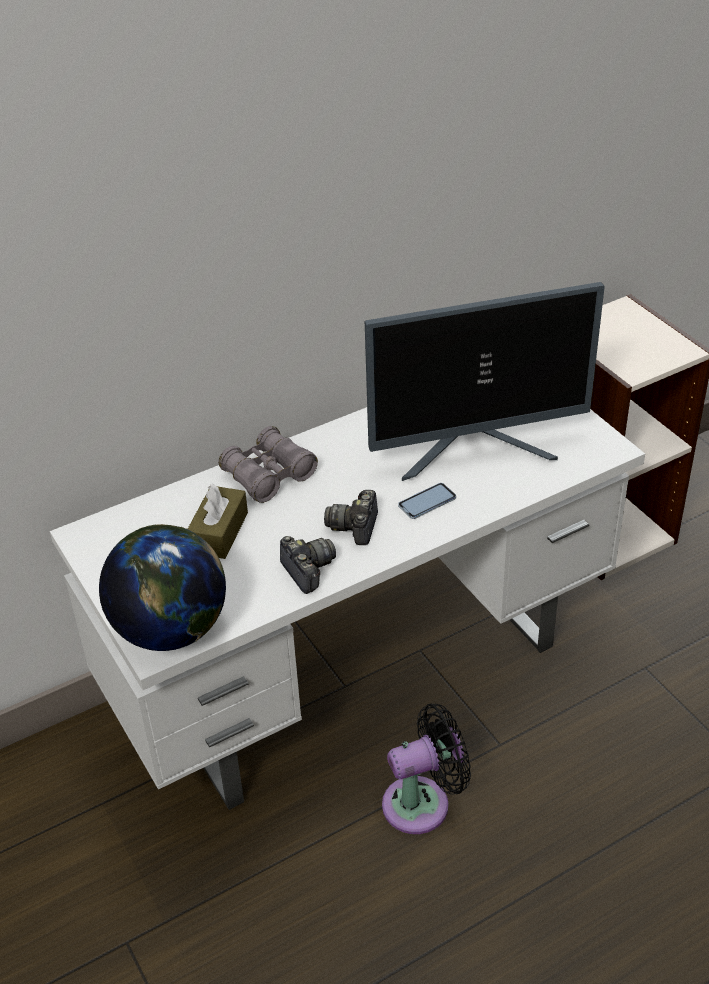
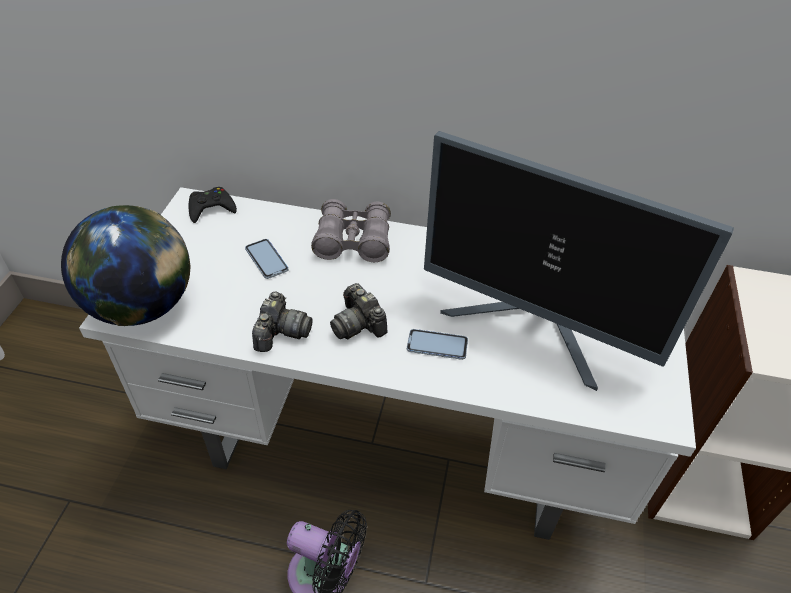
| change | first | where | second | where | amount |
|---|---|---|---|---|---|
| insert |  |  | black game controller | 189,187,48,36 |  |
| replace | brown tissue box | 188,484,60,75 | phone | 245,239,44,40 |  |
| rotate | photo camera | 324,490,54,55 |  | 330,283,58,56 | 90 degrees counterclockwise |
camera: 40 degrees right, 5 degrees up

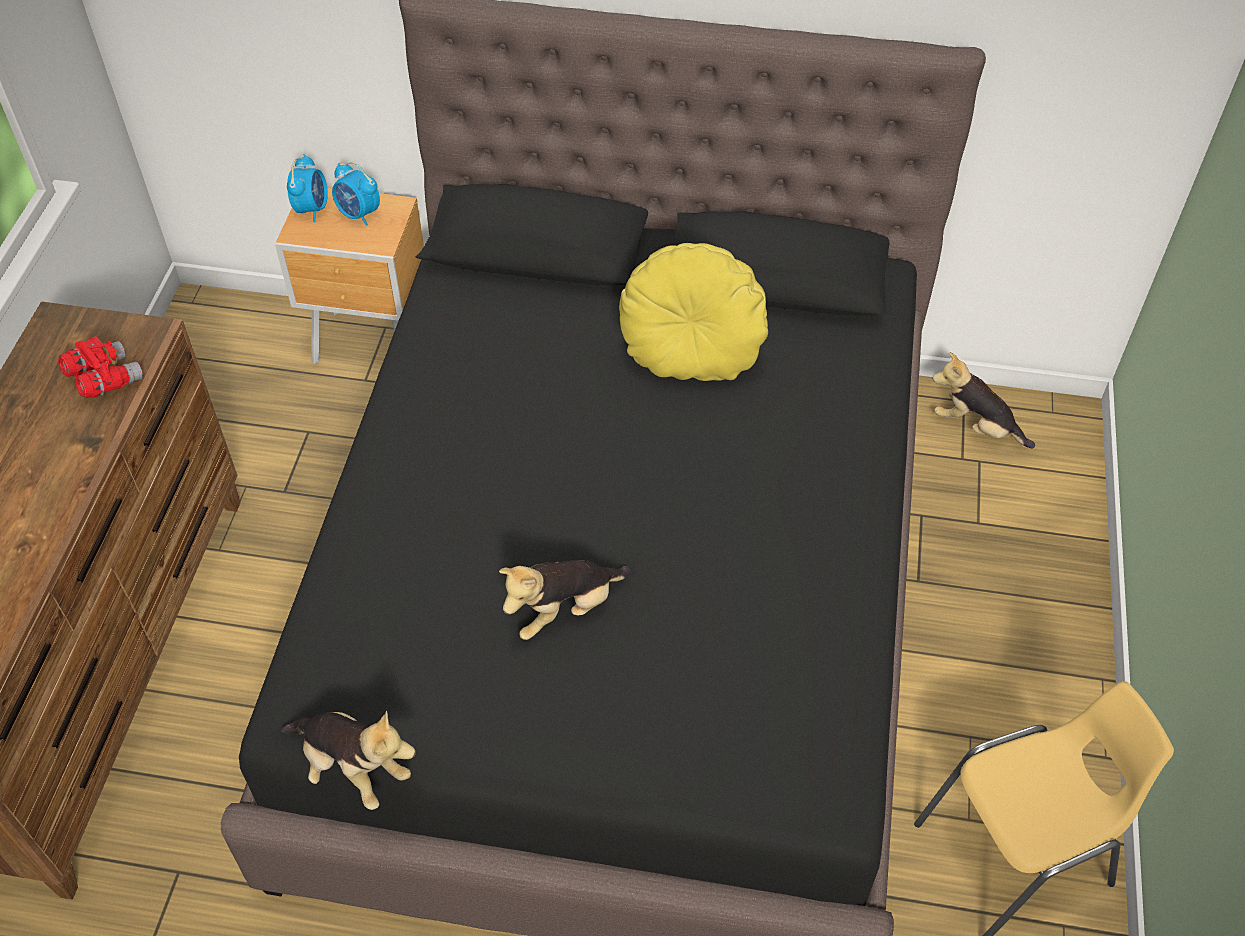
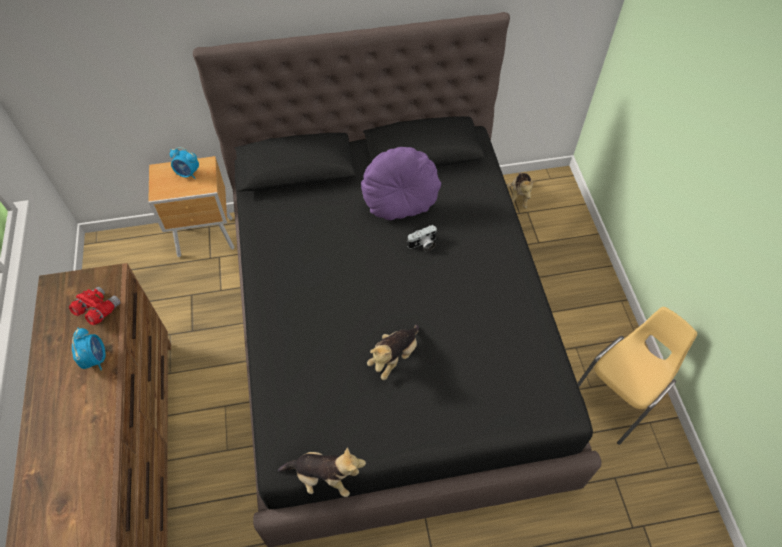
| change | first | where | second | where | amount |
|---|---|---|---|---|---|
| insert |  |  | photo camera | 407,225,30,26 |  |
| move | alarm clock | 287,154,41,68 |  | 72,328,33,42 |  |
| recolor | yellow pillow | 619,243,149,138 | purple pillow | 361,147,80,73 |  |
| rotate | plush toy | 932,352,103,96 |  | 507,173,28,35 | 90 degrees counterclockwise |
camera: 20 degrees left, 5 degrees up

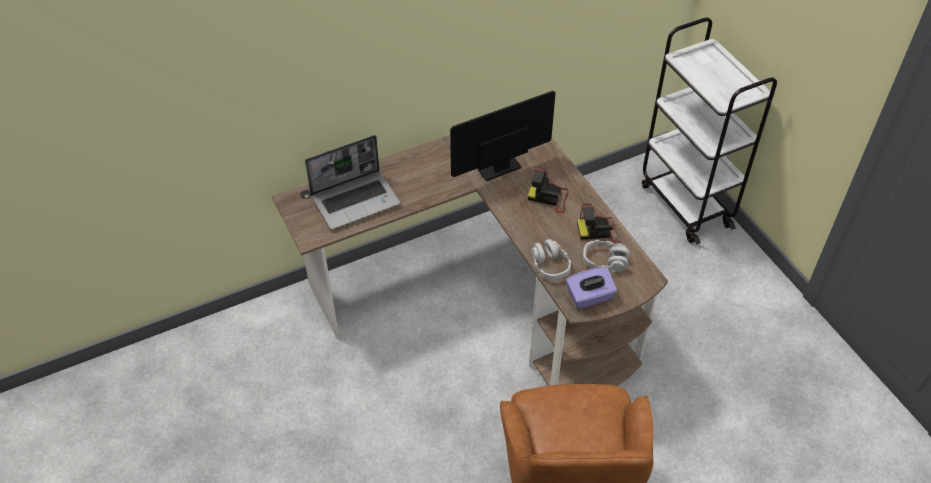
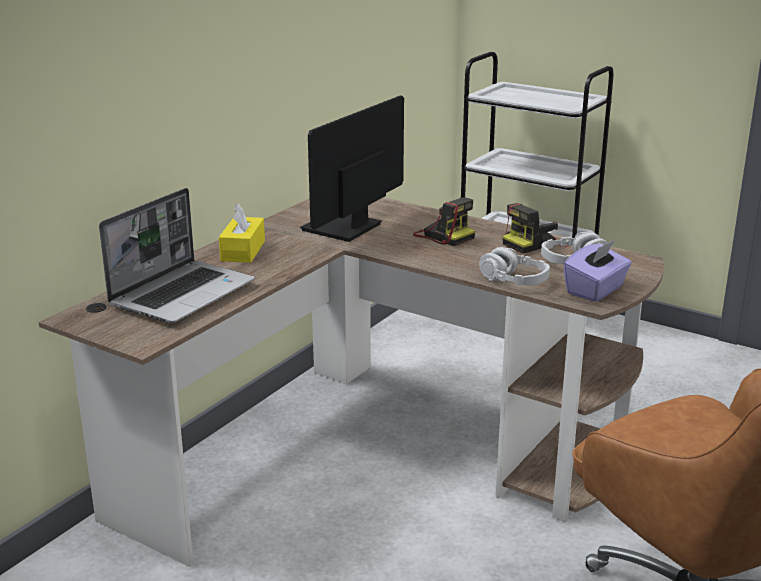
| change | first | where | second | where | amount |
|---|---|---|---|---|---|
| insert |  |  | yellow tissue box | 219,203,46,60 |  |
| rotate | photo camera | 528,166,41,47 |  | 413,197,62,49 | 120 degrees counterclockwise |
camera: 30 degrees left, 25 degrees down

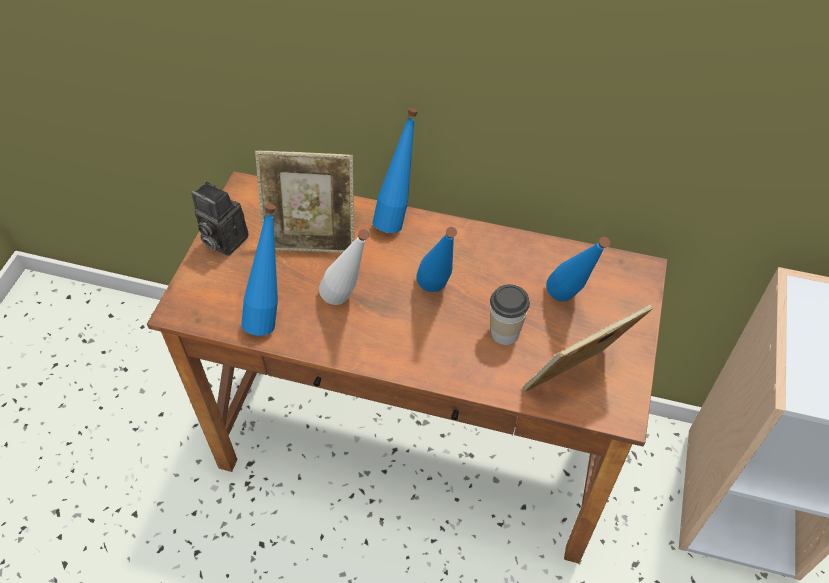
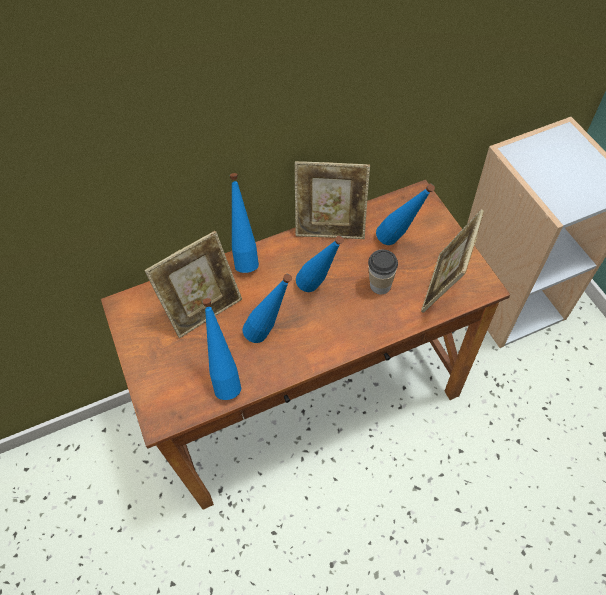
| change | first | where | second | where | amount |
|---|---|---|---|---|---|
| delete | photo camera | 191,182,58,74 |  |  |  |
| insert |  |  | picture frame | 295,161,75,78 |  |
| recolor | white bottle | 319,229,50,76 | blue bottle | 243,274,49,69 |  |
camera: 35 degrees left, 5 degrees up

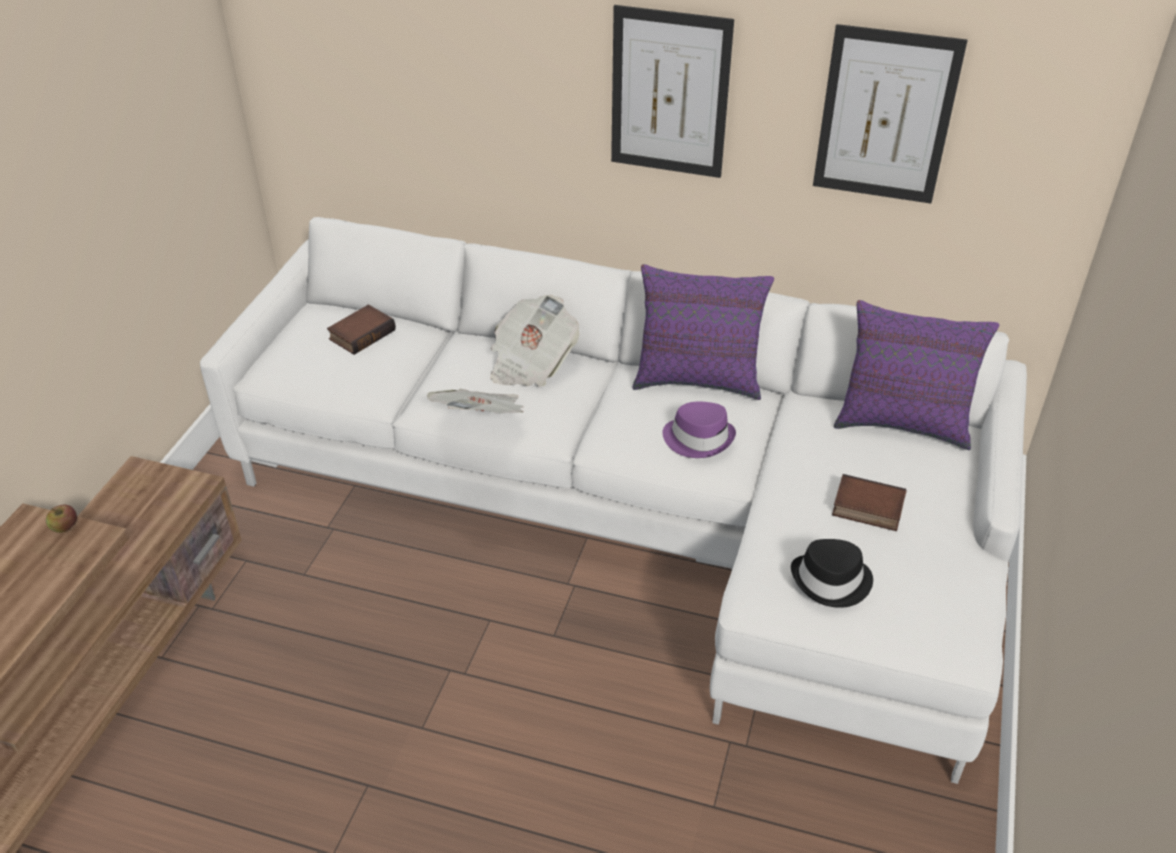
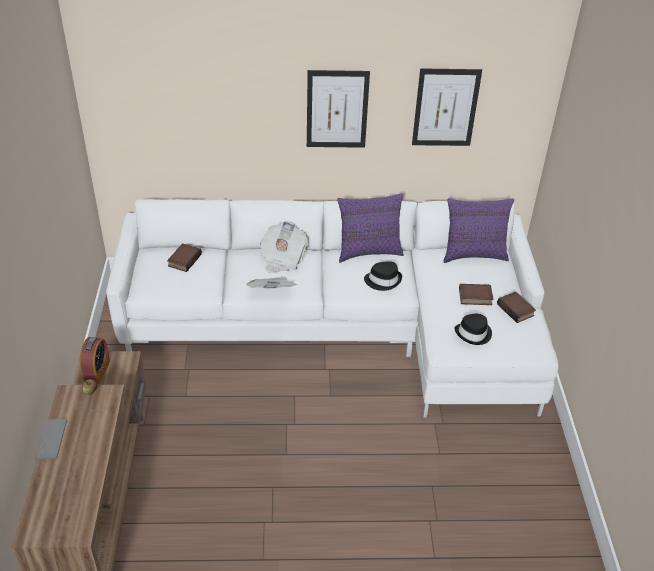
| change | first | where | second | where | amount |
|---|---|---|---|---|---|
| insert |  |  | alarm clock | 80,337,30,48 |  |
| insert |  |  | book | 497,291,39,32 |  |
| recolor | purple hat | 662,402,74,56 | black hat | 364,261,38,30 |  |
camera: 20 degrees left, 0 degrees up

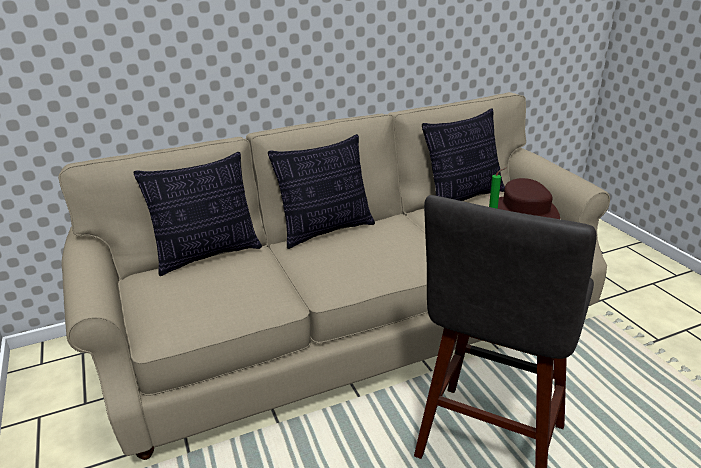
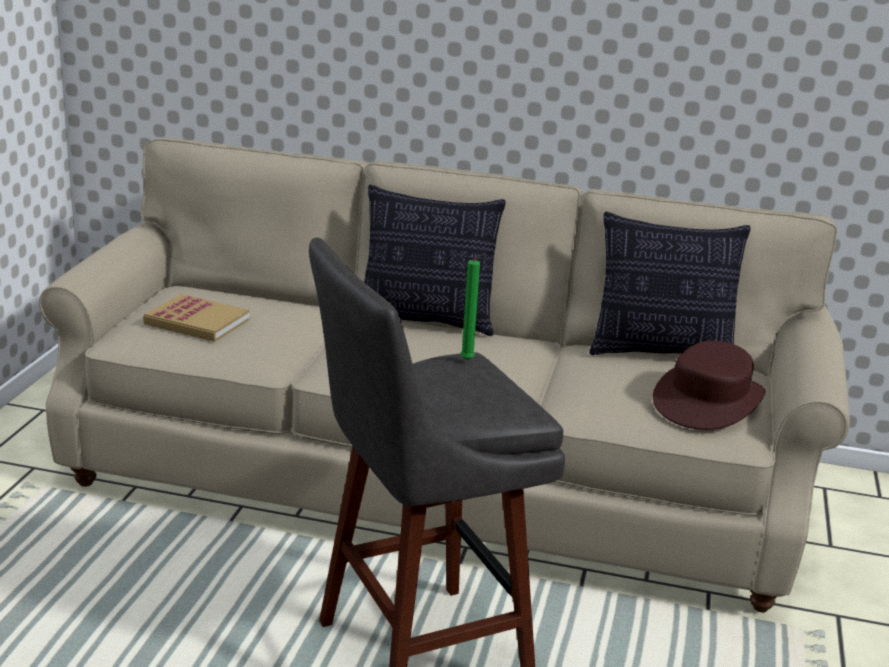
| change | first | where | second | where | amount |
|---|---|---|---|---|---|
| delete | pillow | 133,152,129,124 |  |  |  |
| insert |  |  | book | 143,294,107,48 |  |
camera: 35 degrees right, 5 degrees down

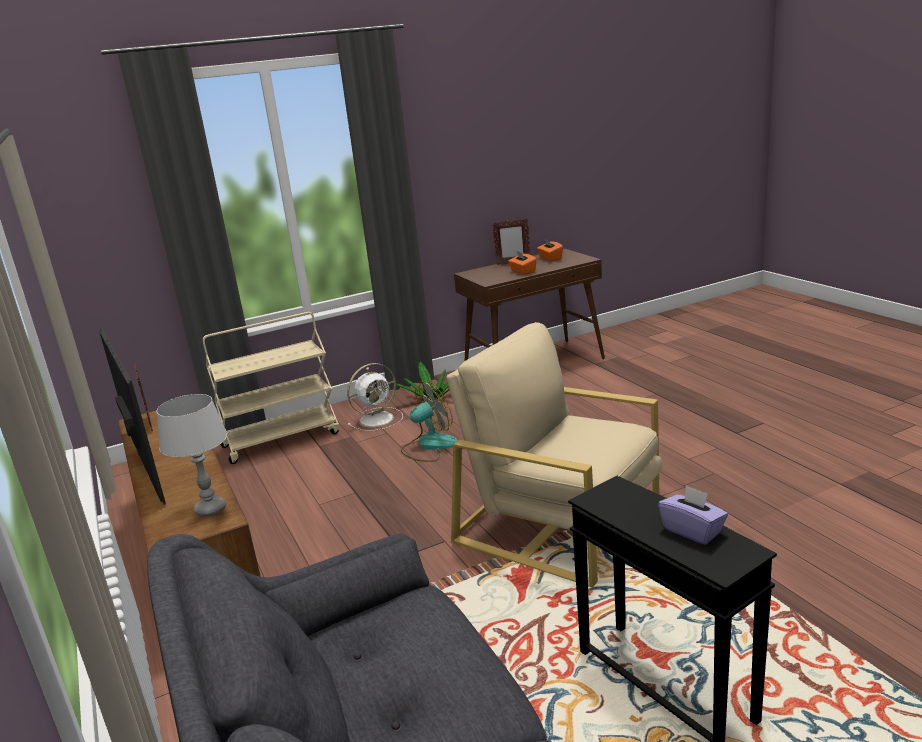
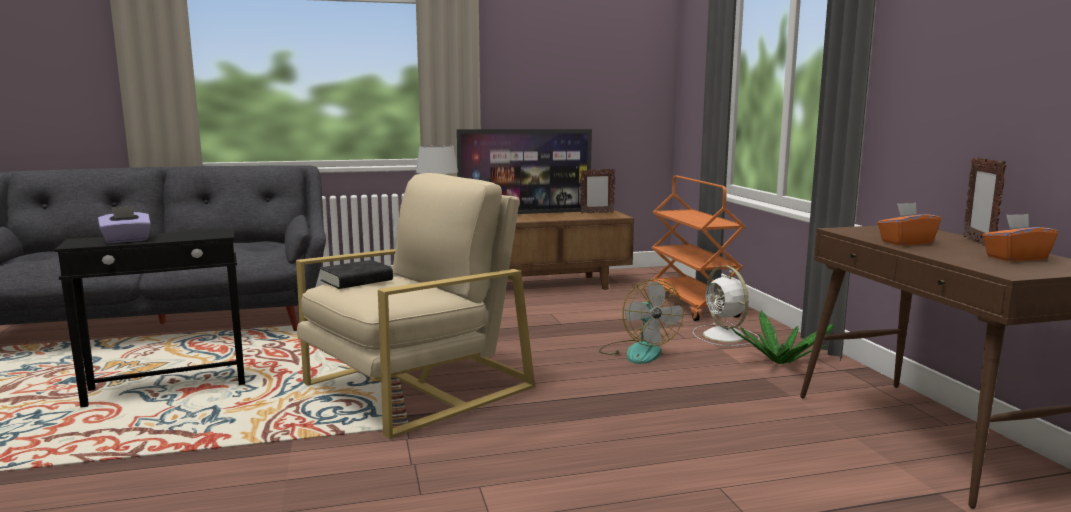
| change | first | where | second | where | amount |
|---|---|---|---|---|---|
| insert |  |  | black book | 320,260,73,29 |  |
| recolor | beige cart | 203,312,137,152 | orange cart | 650,176,96,145 |  |
camera: 100 degrees right, 10 degrees down

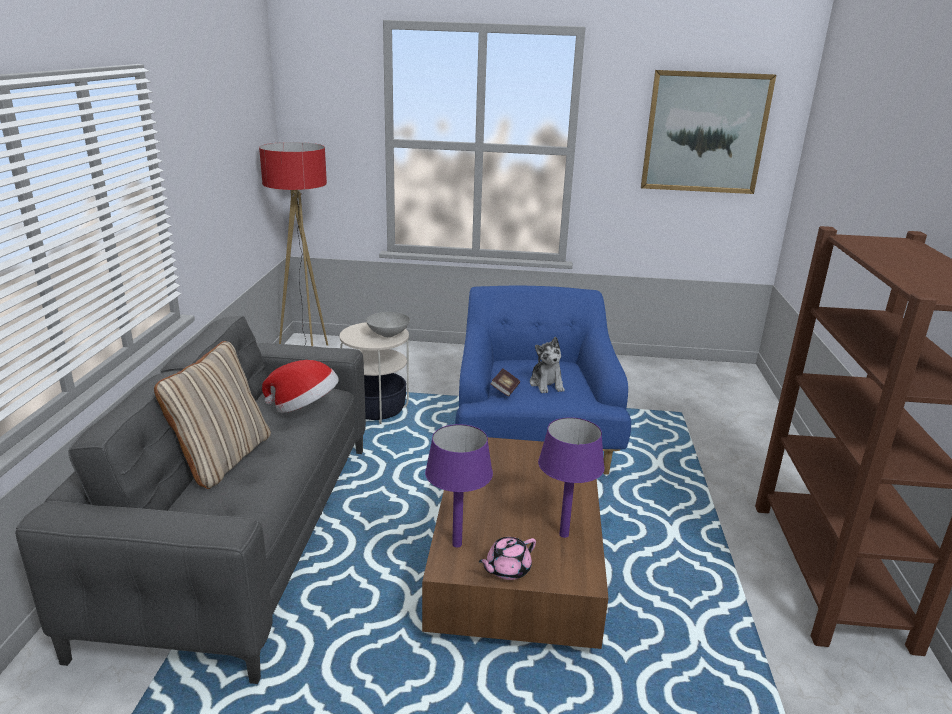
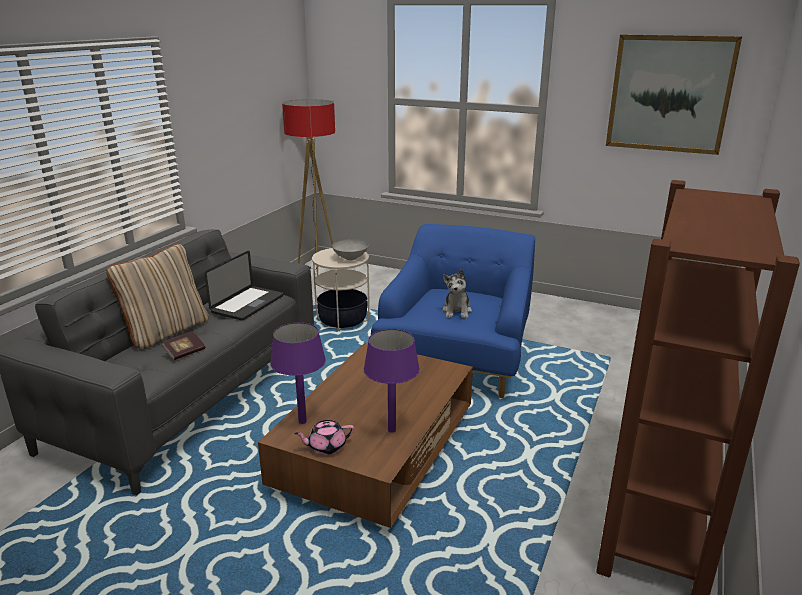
| change | first | where | second | where | amount |
|---|---|---|---|---|---|
| move | book | 490,368,30,29 |  | 161,331,44,29 |  |
| replace | hat | 262,360,77,53 | laptop | 204,251,79,70 |  |
camera: 20 degrees right, 0 degrees up

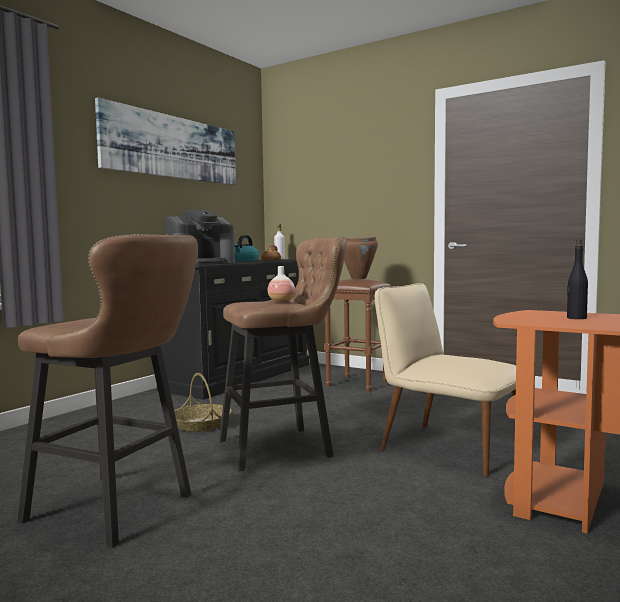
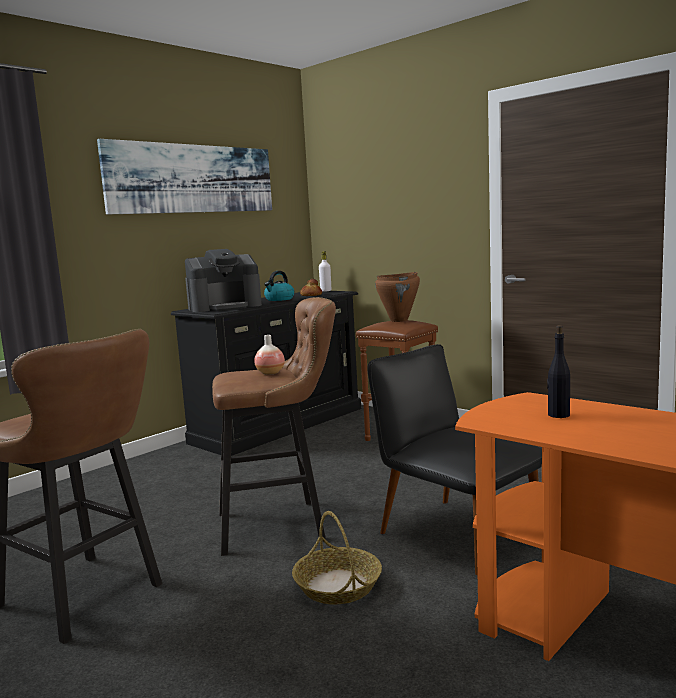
| change | first | where | second | where | amount |
|---|---|---|---|---|---|
| move | basket | 174,373,58,59 |  | 292,511,90,94 |  |
| recolor | beige chair | 375,283,141,193 | black chair | 367,344,175,231 |  |
camera: 10 degrees right, 5 degrees up

